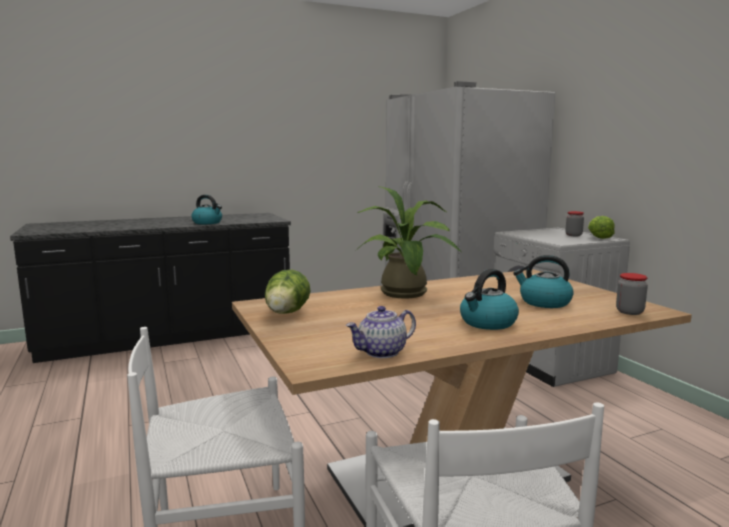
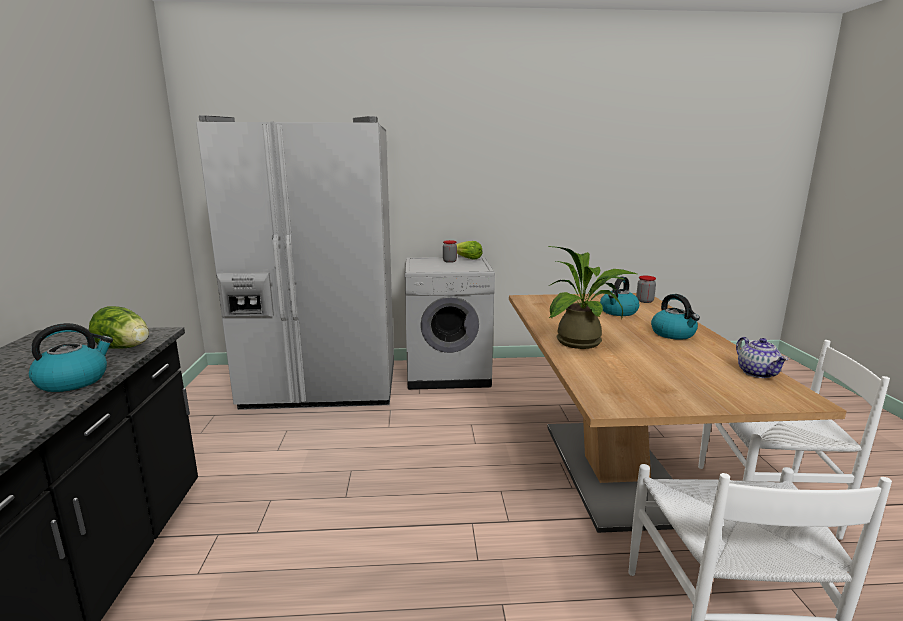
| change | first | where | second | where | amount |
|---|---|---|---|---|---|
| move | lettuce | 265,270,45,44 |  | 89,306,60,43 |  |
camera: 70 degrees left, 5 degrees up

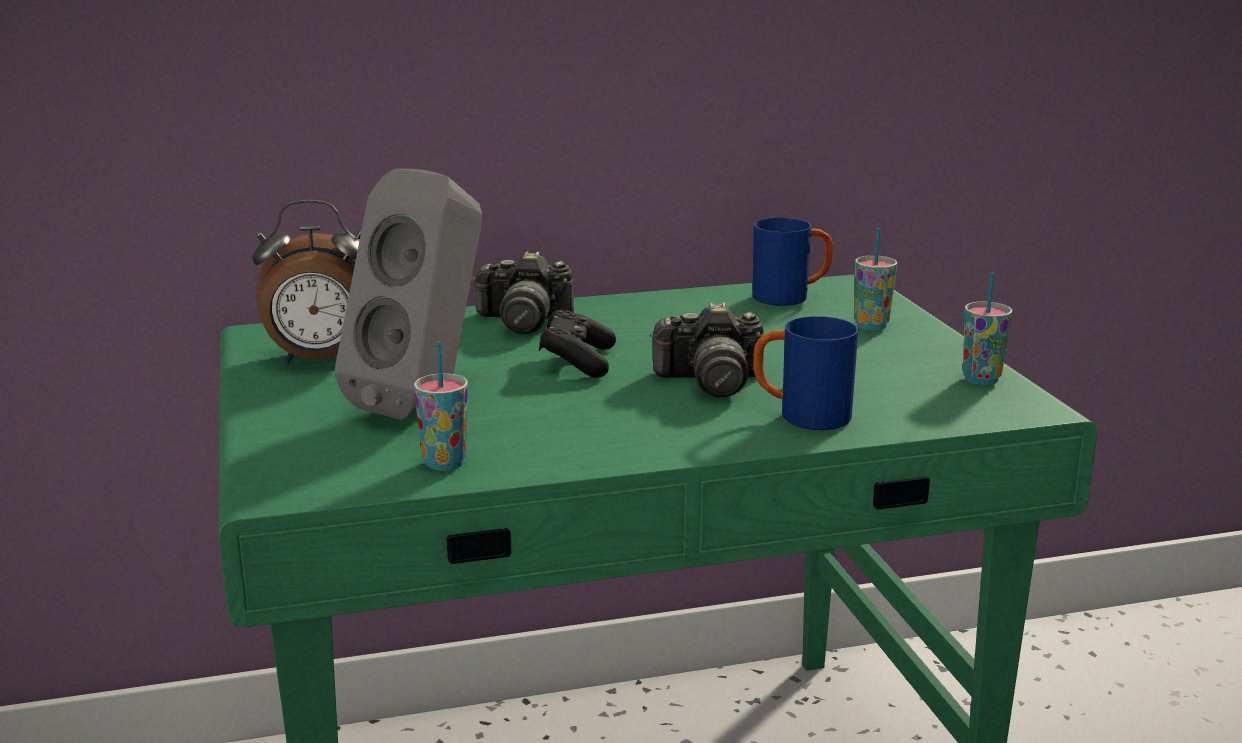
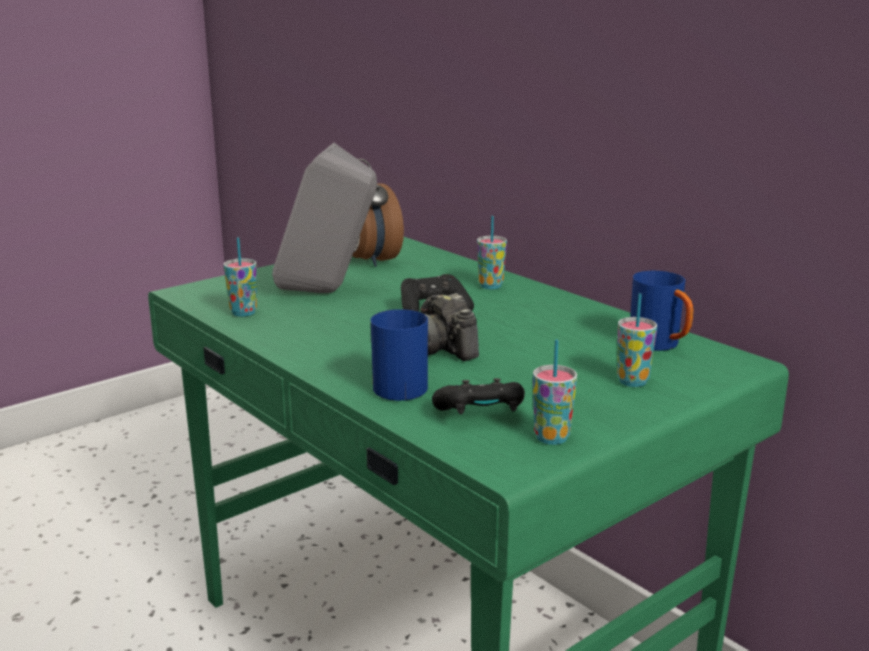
| change | first | where | second | where | amount |
|---|---|---|---|---|---|
| insert |  |  | black game controller | 432,378,93,36 |  |
| replace | photo camera | 472,251,102,83 | cup | 477,216,30,74 |  |
camera: 65 degrees right, 0 degrees up

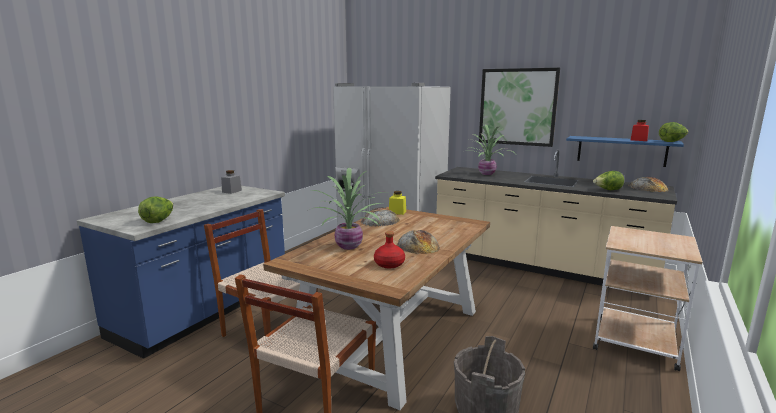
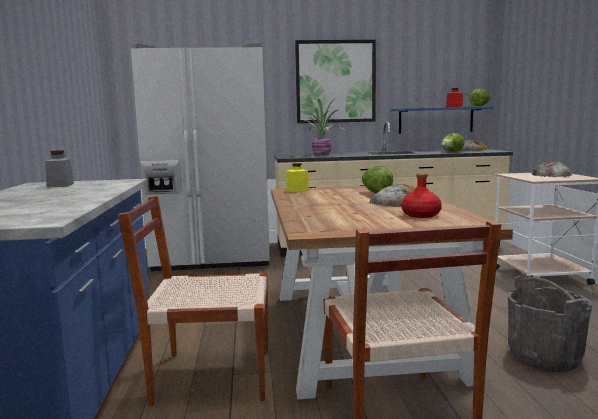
| change | first | where | second | where | amount |
|---|---|---|---|---|---|
| delete | potted plant | 309,167,77,83 |  |  |  |
| move | lettuce | 138,196,35,27 |  | 362,166,31,27 |  |
| move | bread | 361,208,39,18 |  | 532,161,40,16 |  |
camera: 35 degrees left, 5 degrees down

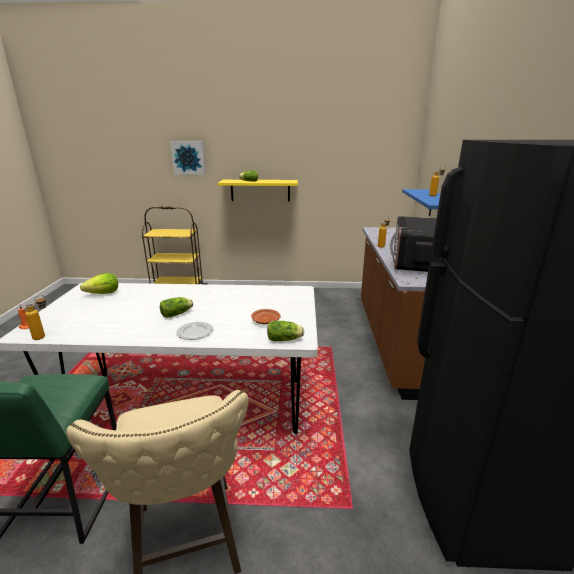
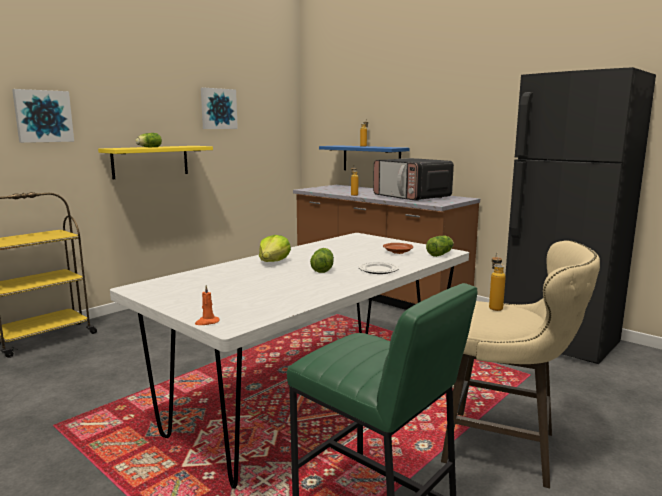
| change | first | where | second | where | amount |
|---|---|---|---|---|---|
| insert |  |  | picture | 201,88,37,41 |  |
| move | bottle | 24,295,22,45 |  | 489,253,17,58 |  |
| move | lettuce | 80,273,38,21 |  | 259,235,32,27 |  |
camera: 50 degrees left, 10 degrees down

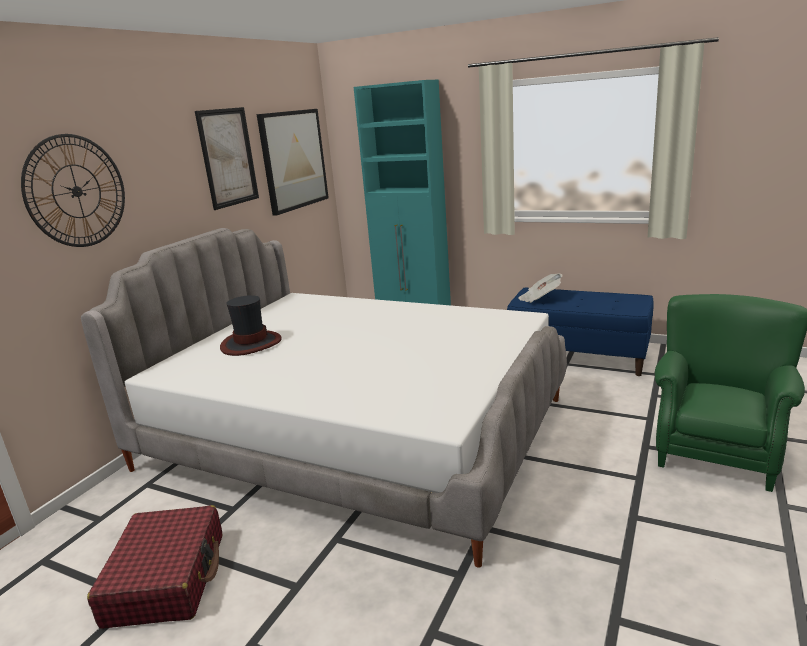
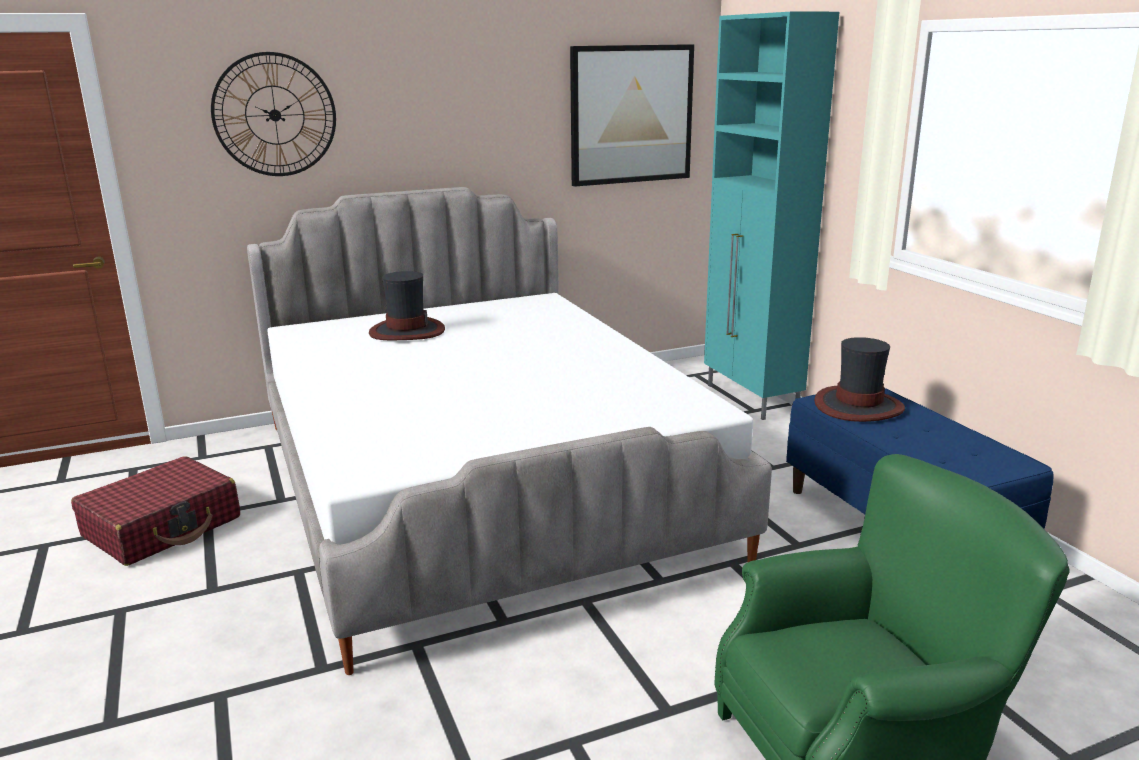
| change | first | where | second | where | amount |
|---|---|---|---|---|---|
| delete | picture | 195,107,64,103 |  |  |  |
| replace | newspaper | 518,273,45,30 | hat | 814,337,91,85 |  |
camera: 40 degrees right, 0 degrees up

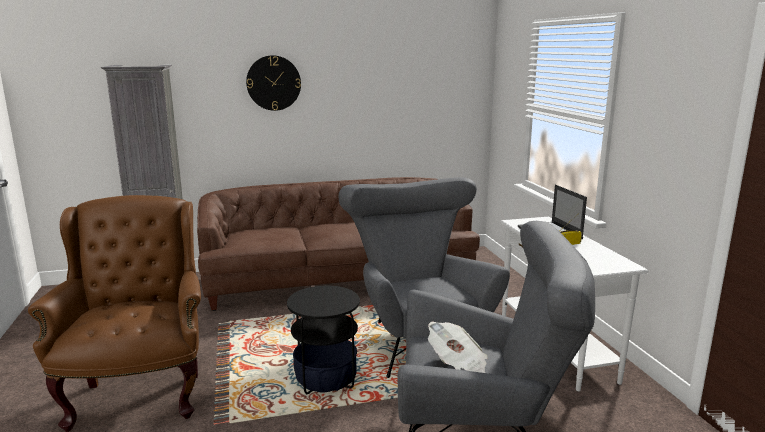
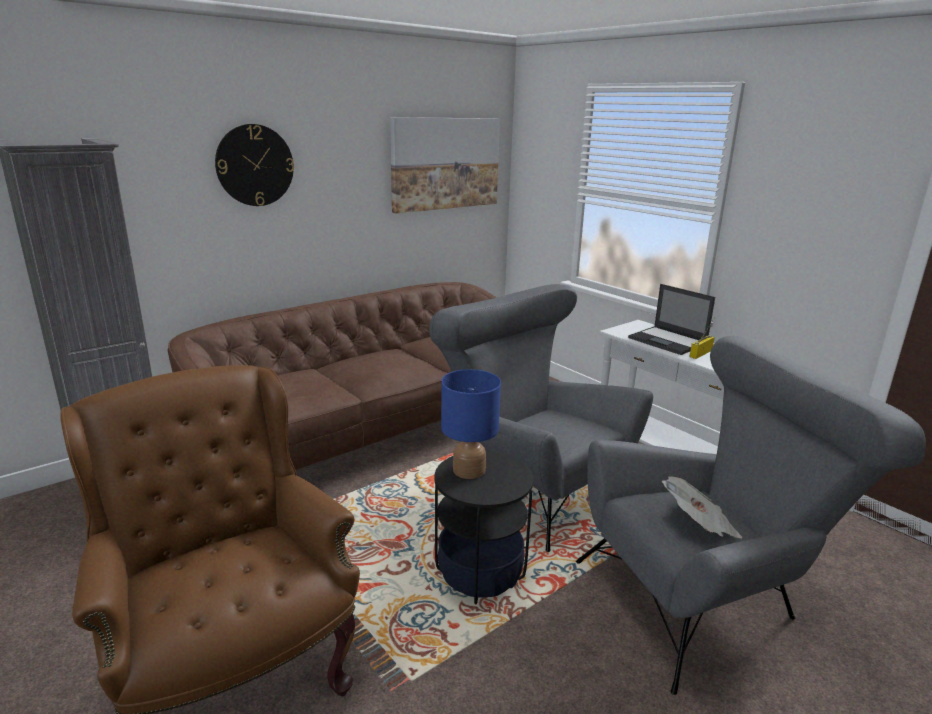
| change | first | where | second | where | amount |
|---|---|---|---|---|---|
| insert |  |  | picture | 390,117,110,96 |  |
| insert |  |  | blue table lamp | 441,369,60,110 |  |
camera: 25 degrees left, 5 degrees up

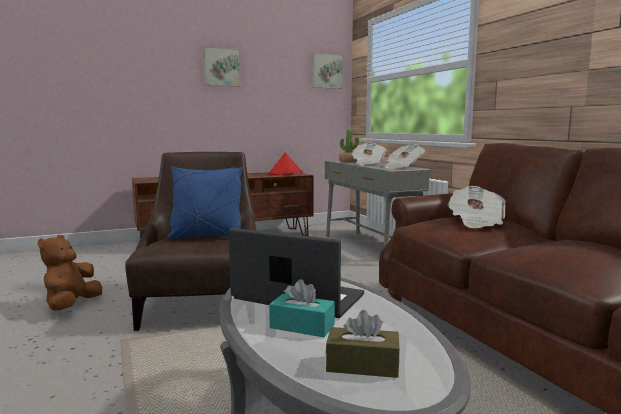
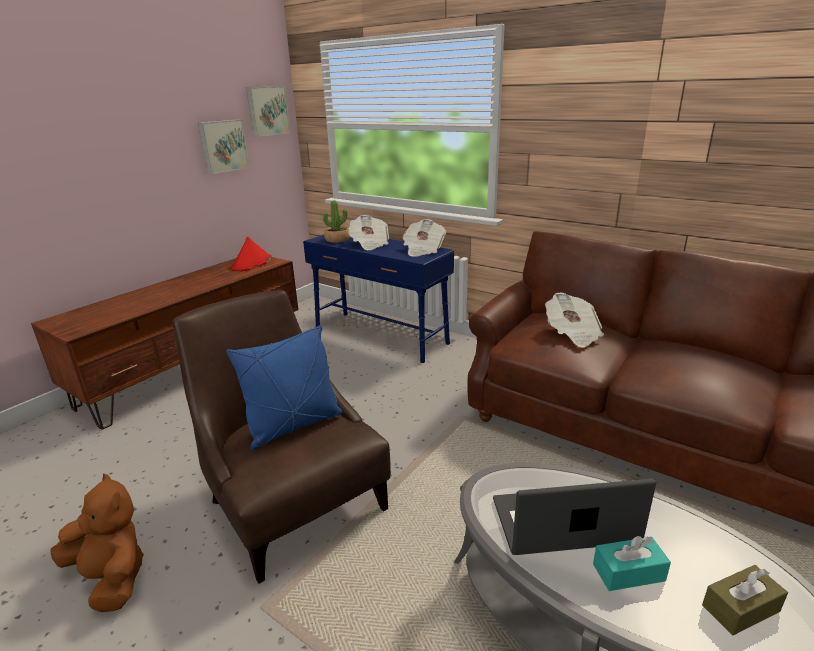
| change | first | where | second | where | amount |
|---|---|---|---|---|---|
| move | picture | 202,47,39,39 |  | 198,119,52,55 |  |
| recolor | grey console table | 325,160,105,88 | blue console table | 303,235,151,128 |  |
| rotate | brown plush toy | 38,235,64,76 |  | 50,473,94,139 | 150 degrees clockwise |
camera: 30 degrees left, 15 degrees up

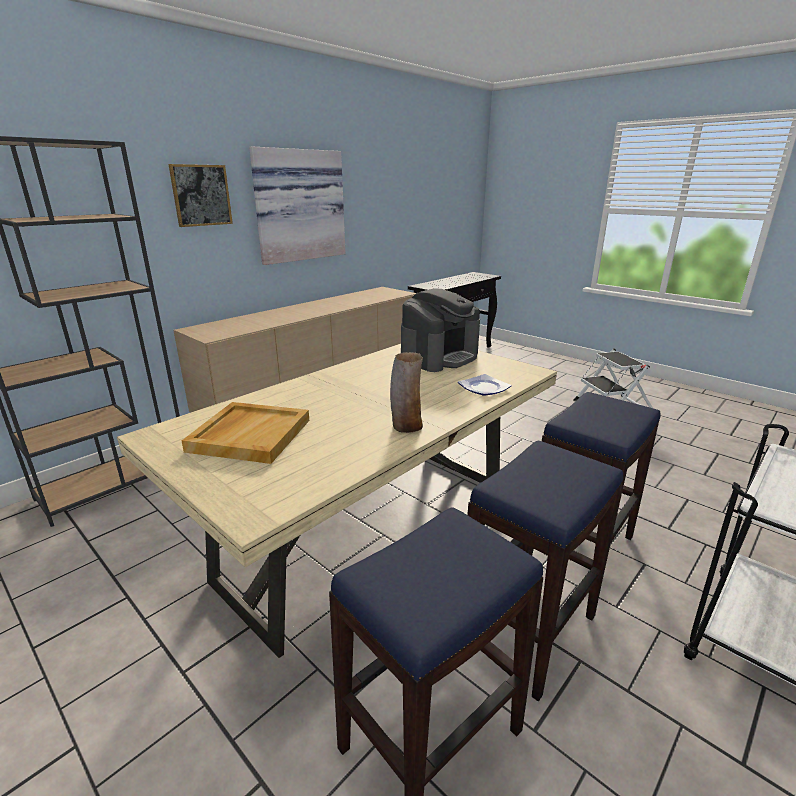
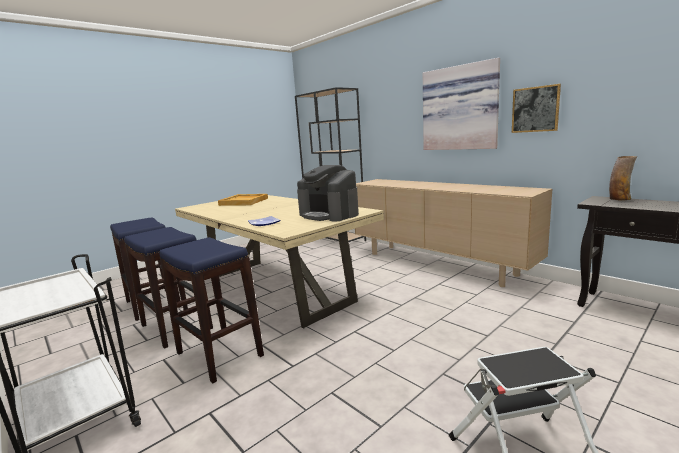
| change | first | where | second | where | amount |
|---|---|---|---|---|---|
| move | picture | 168,164,65,63 |  | 512,84,49,49 |  |
| move | vase | 390,352,33,81 |  | 609,156,28,45 |  |
camera: 95 degrees right, 10 degrees down

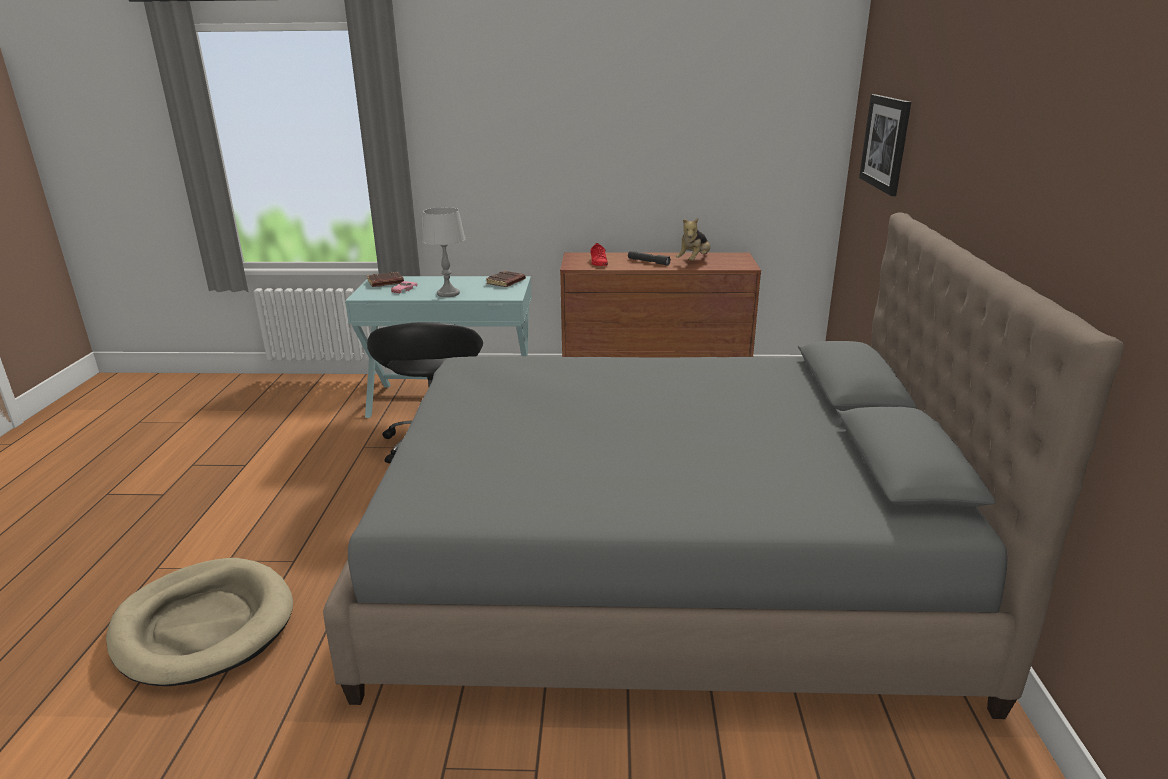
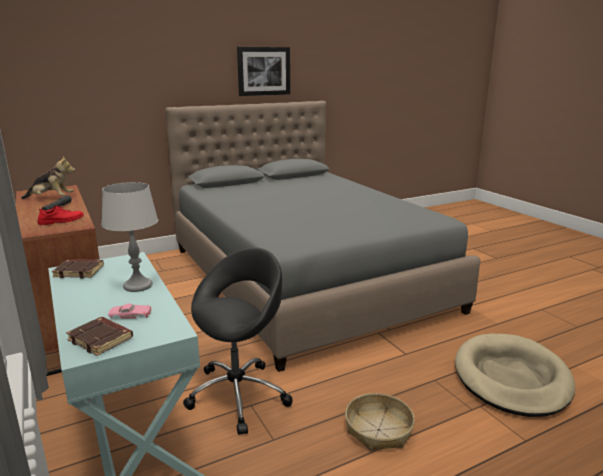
| change | first | where | second | where | amount |
|---|---|---|---|---|---|
| insert |  |  | basket | 345,393,70,59 |  |
| move | picture | 859,94,52,102 |  | 237,47,53,49 |  |
camera: 120 degrees left, 5 degrees down

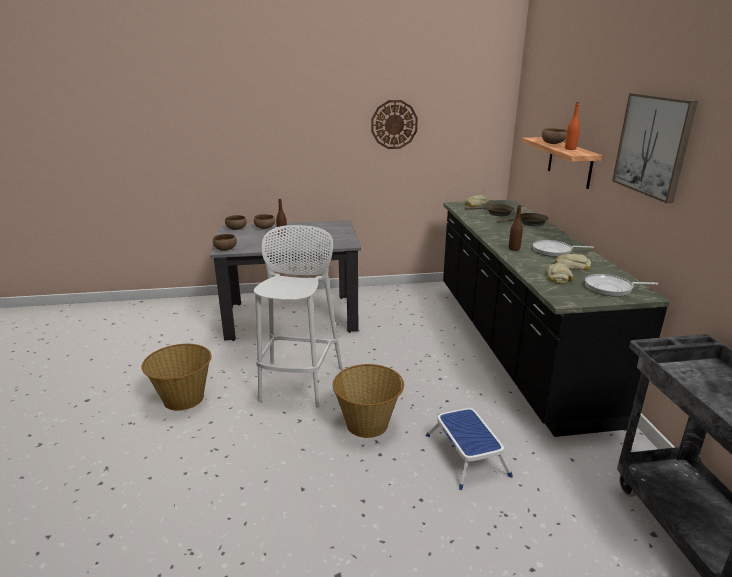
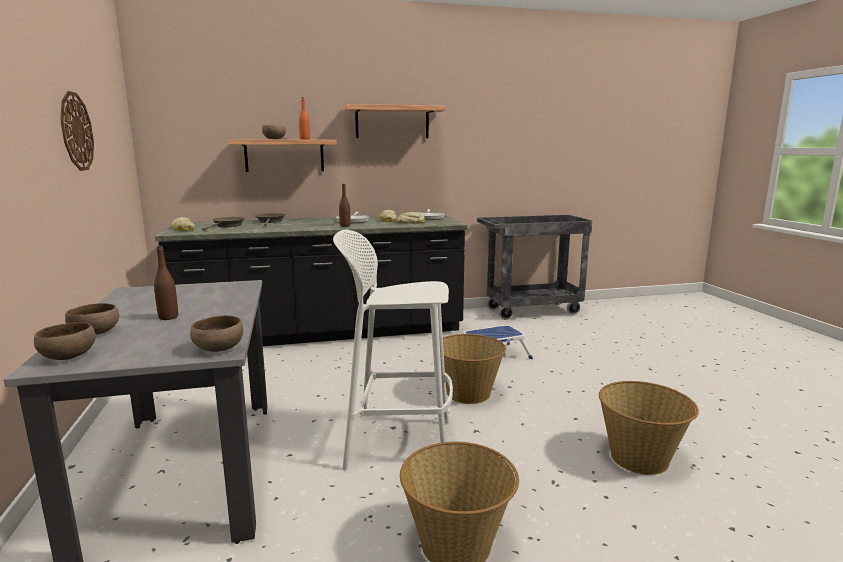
| change | first | where | second | where | amount |
|---|---|---|---|---|---|
| insert |  |  | basket | 599,381,100,94 |  |
| replace | picture | 612,93,86,110 | shelf | 343,104,103,34 |  |
camera: 95 degrees left, 10 degrees down

